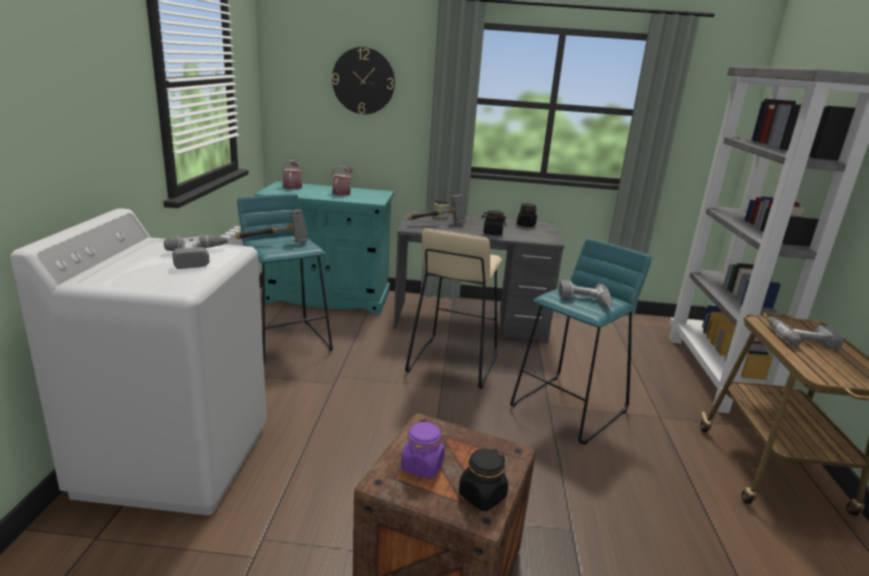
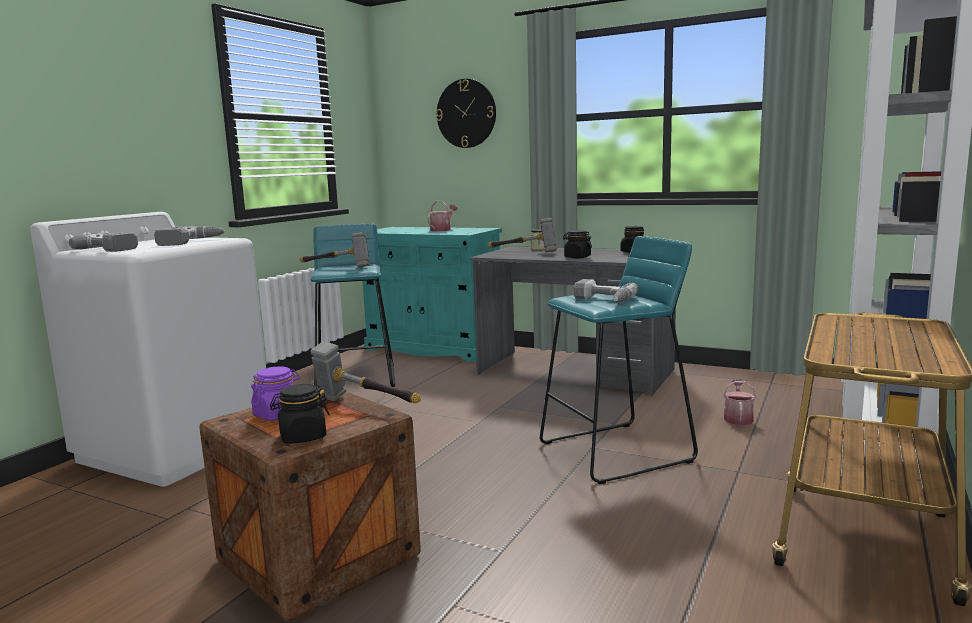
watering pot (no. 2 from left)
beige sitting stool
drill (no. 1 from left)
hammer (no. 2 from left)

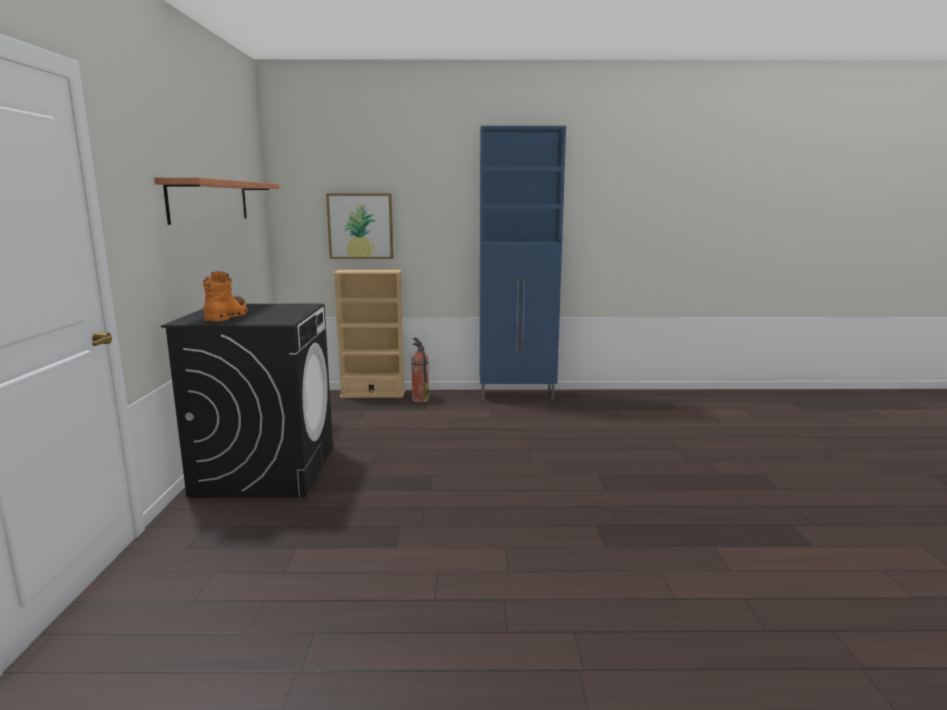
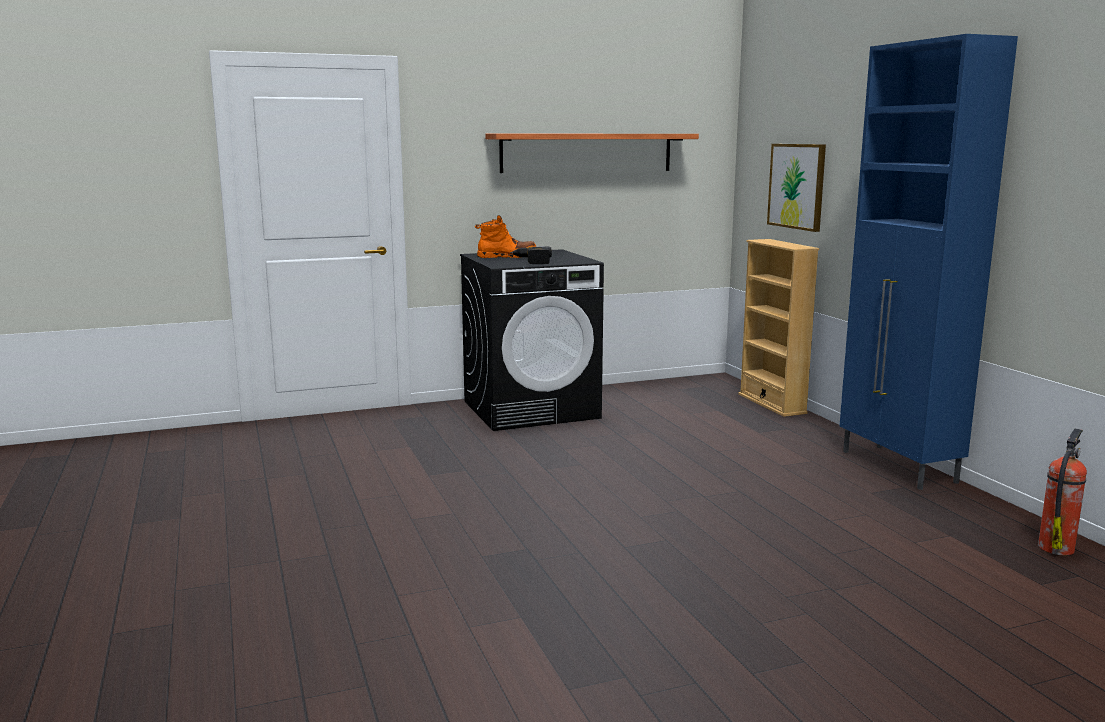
extinguisher
drill

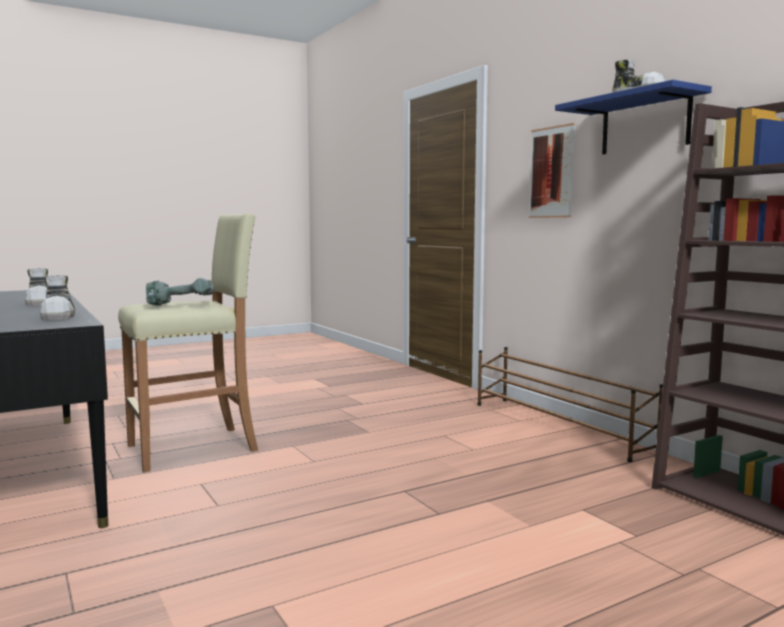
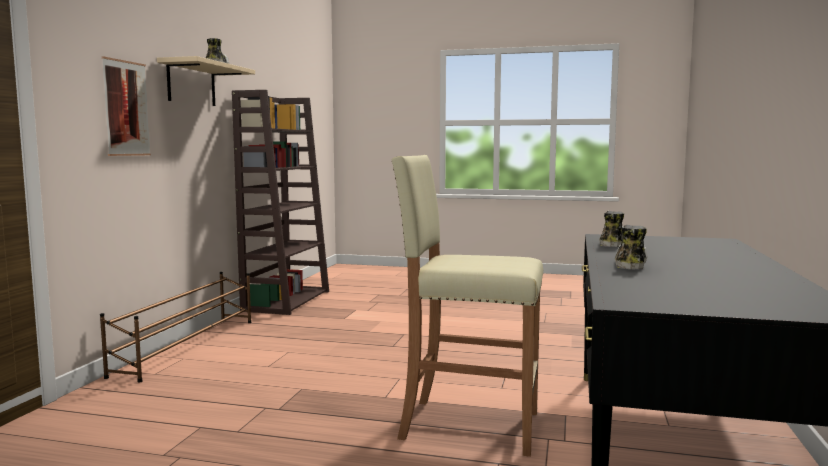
beige bracket shelf
drill

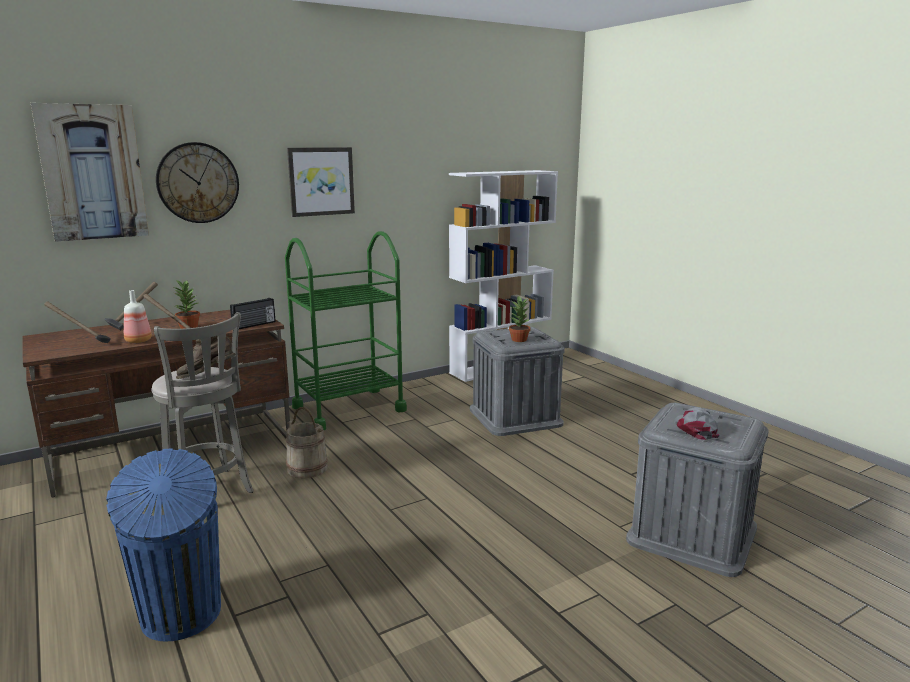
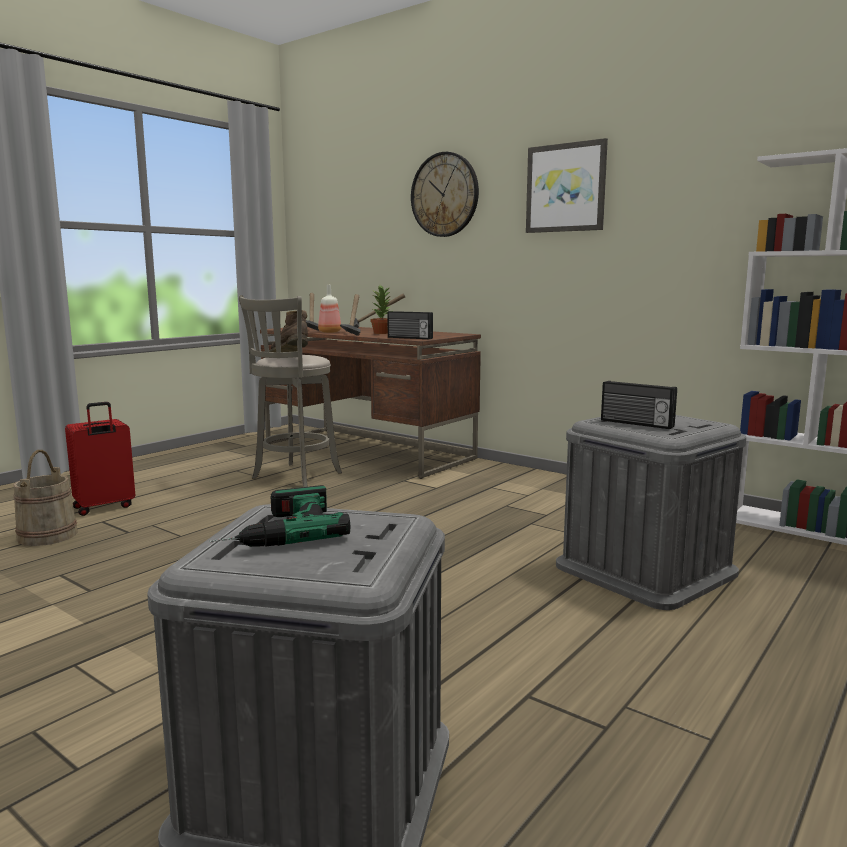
picture (no. 1 from left in the first image)
green-coloured trolley
radio set (no. 2 from left)
beige water bucket
drill
red piece of luggage

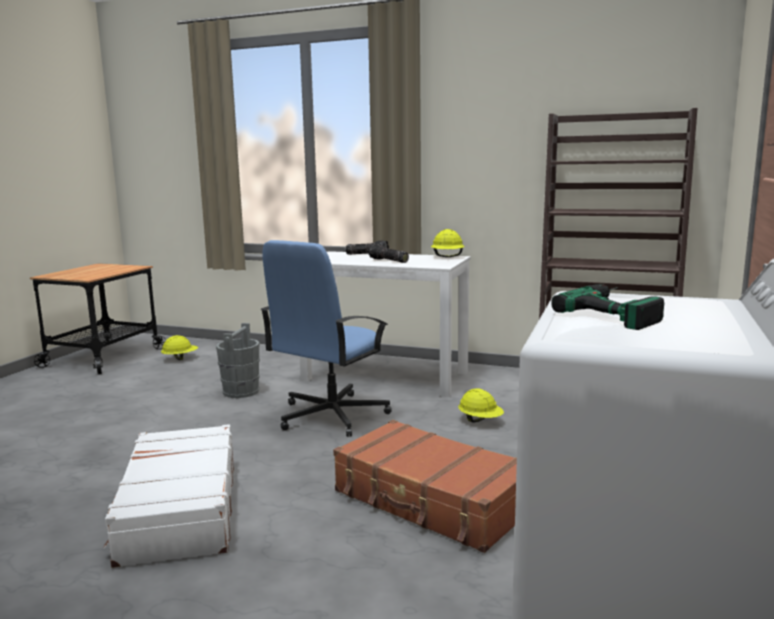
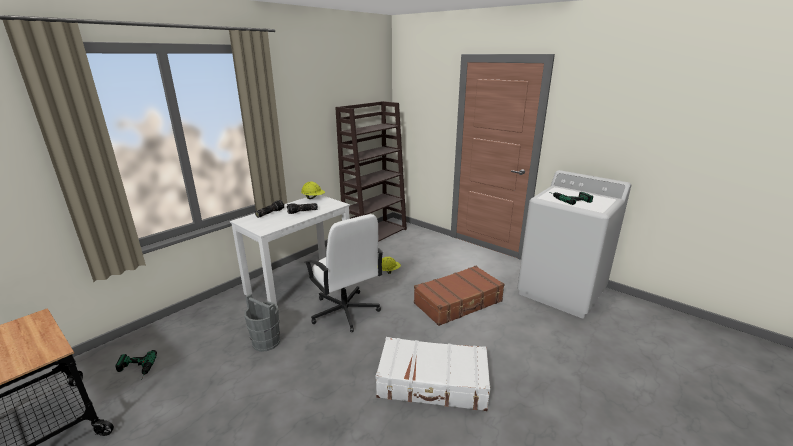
white office chair
drill (no. 1 from left)

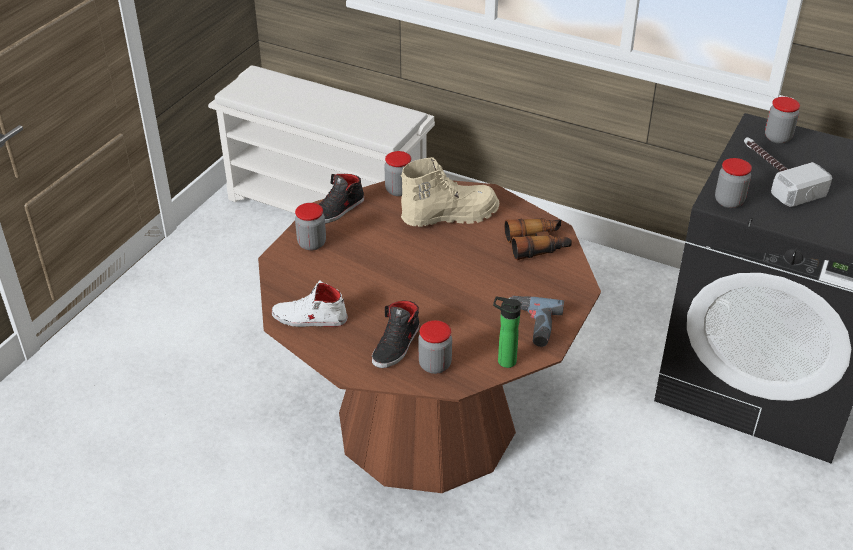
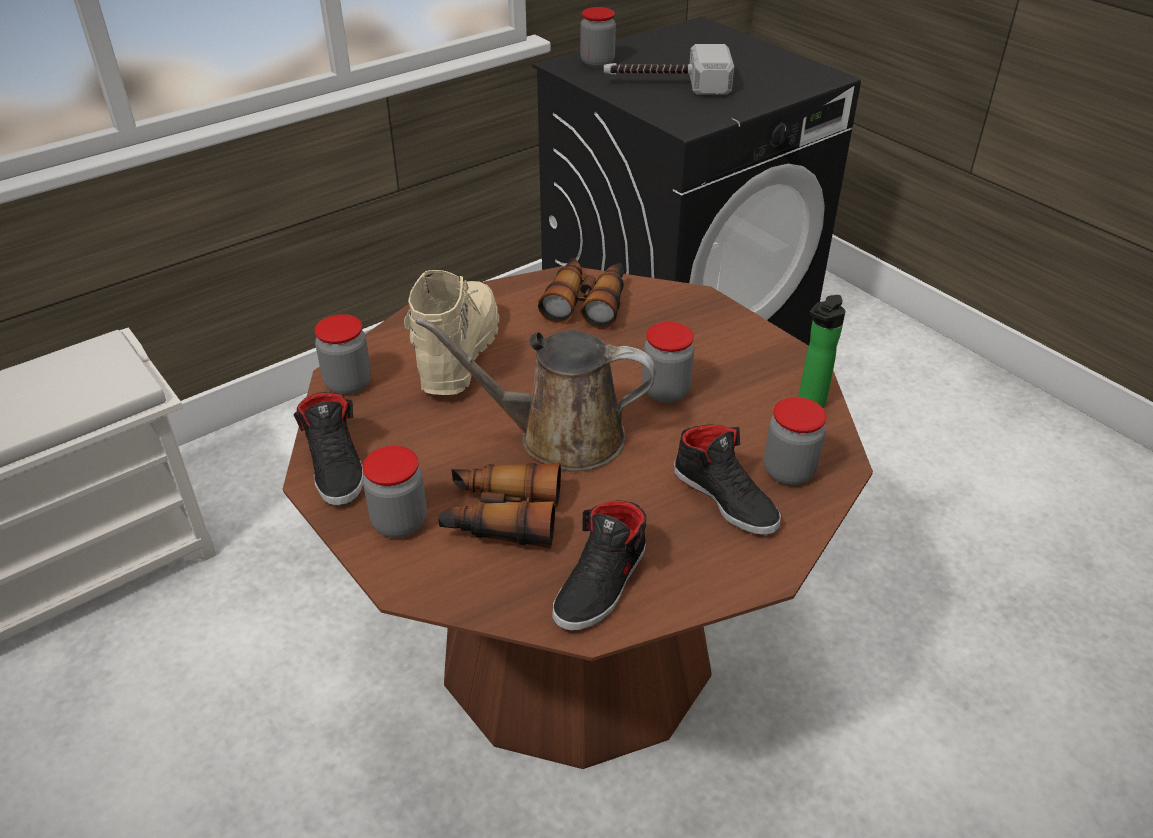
preserve jar (no. 4 from left)
black item of footwear (no. 2 from left)
drill
brown-coloured watering pot
binoculars (no. 1 from left)

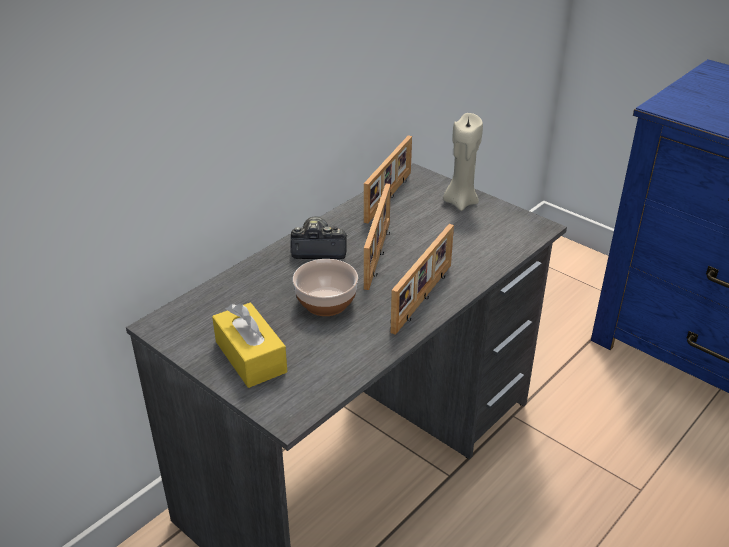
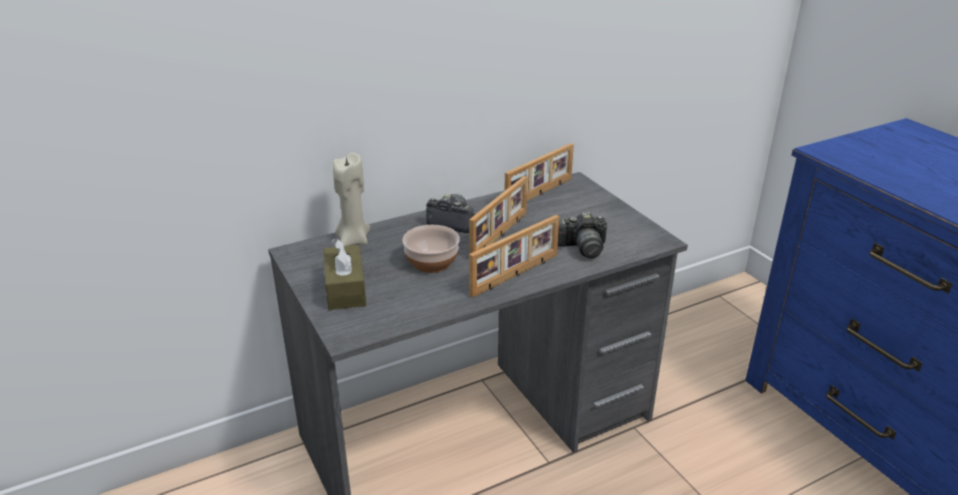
beige wax candle
brown-coloured box of tissues
still camera (no. 2 from left)

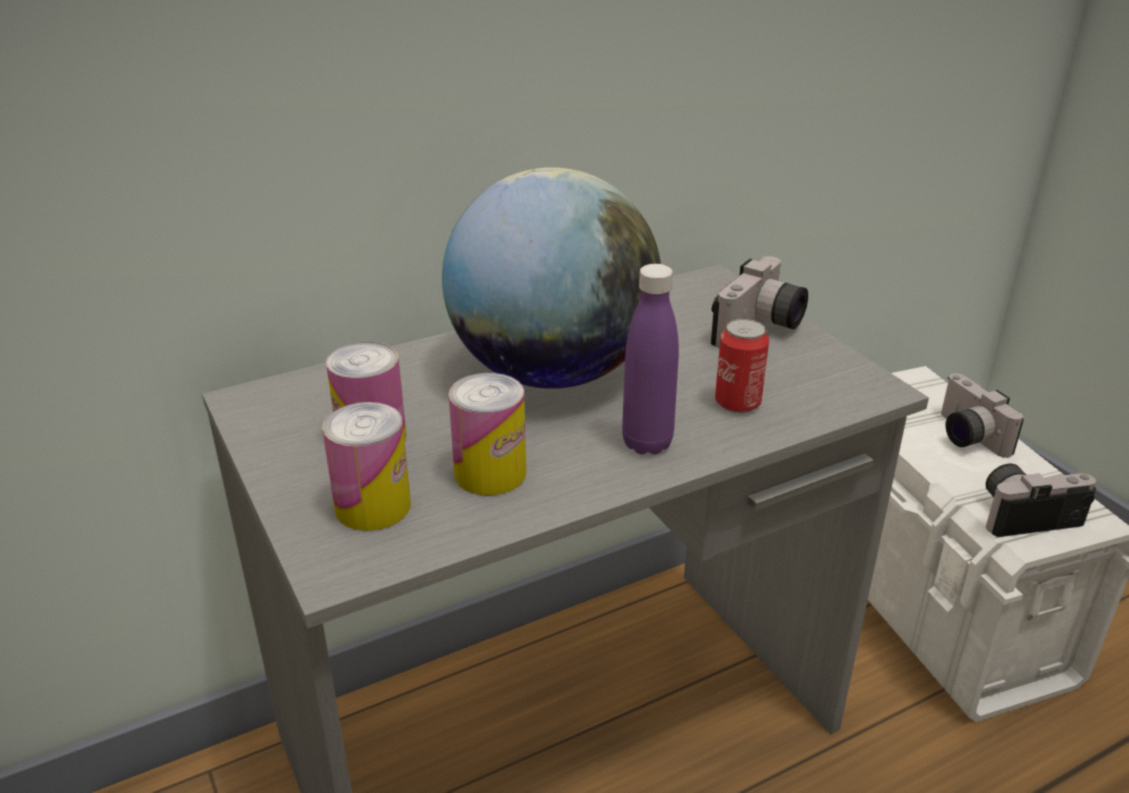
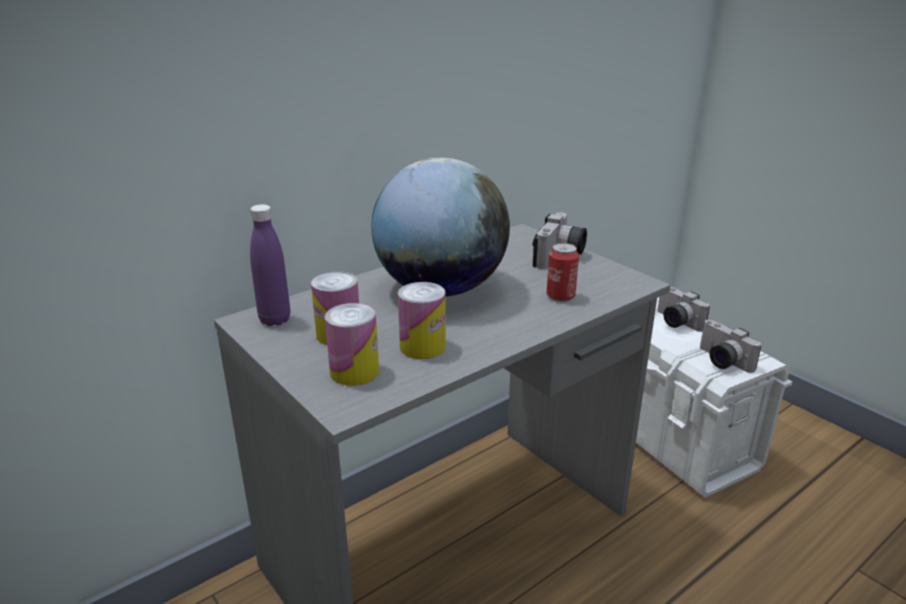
purple bottle
still camera (no. 3 from left)

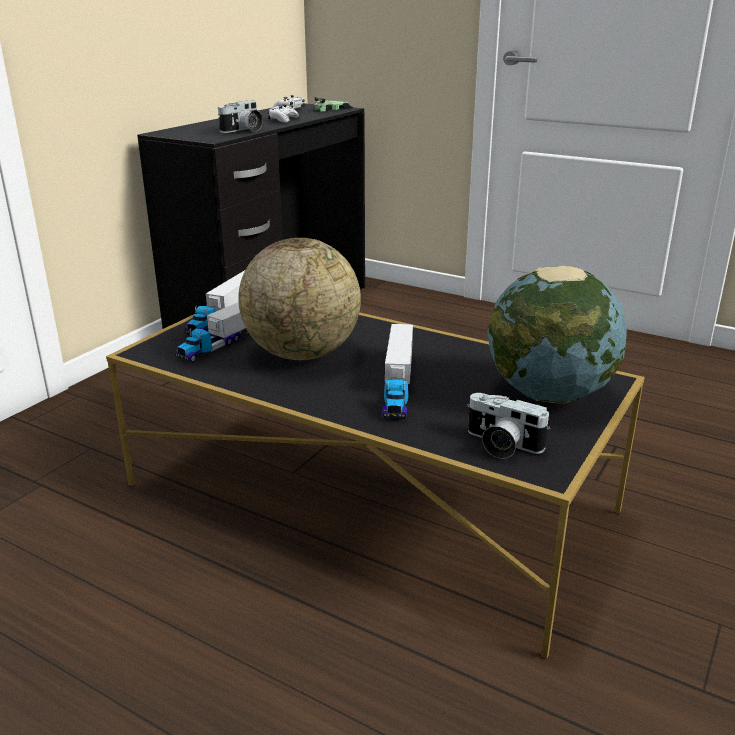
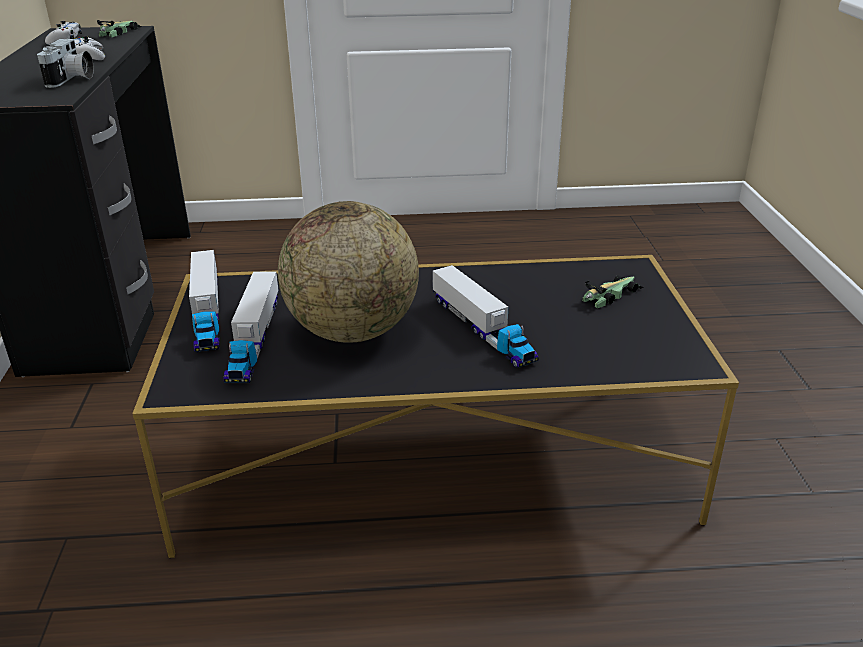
toy car (no. 2 from left)
still camera (no. 2 from left in the first image)

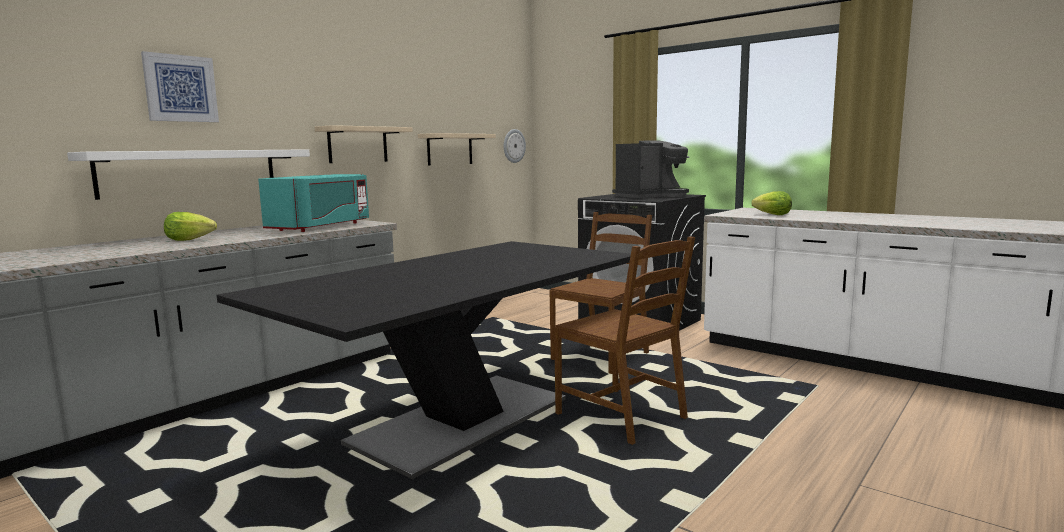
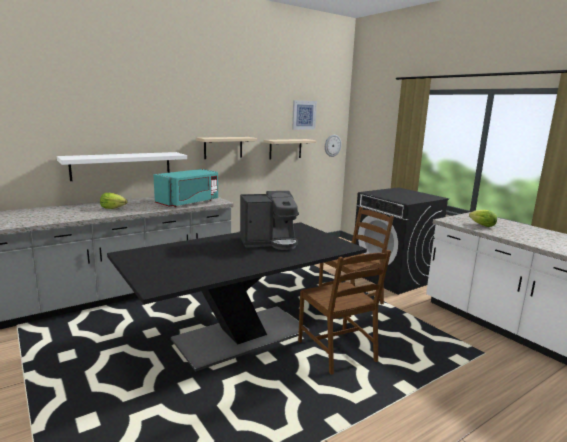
picture
coffee brewer

